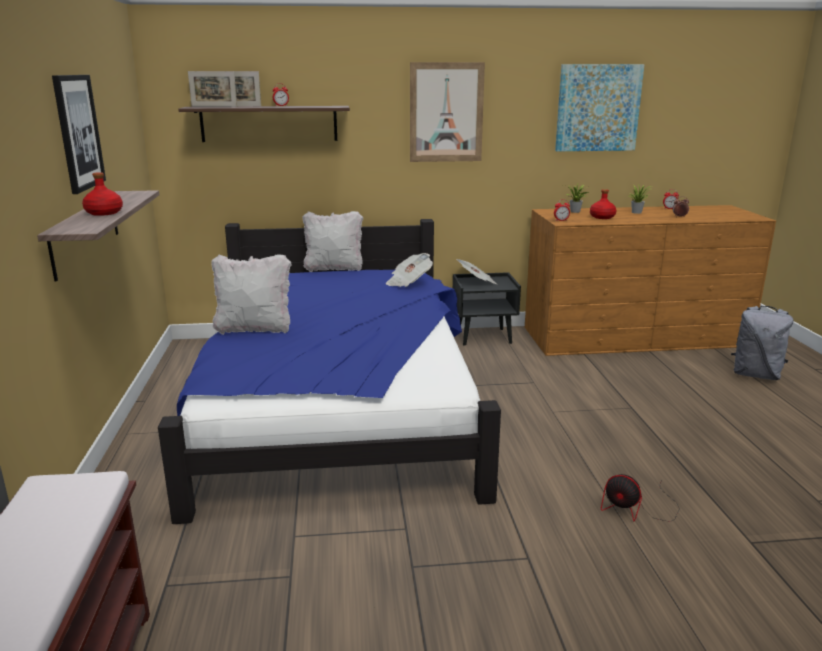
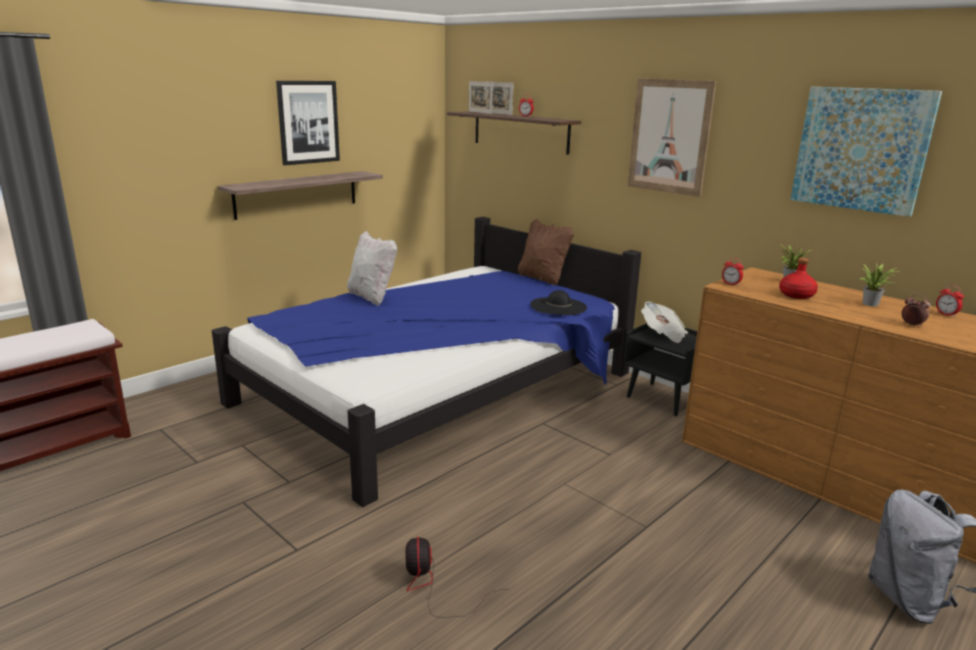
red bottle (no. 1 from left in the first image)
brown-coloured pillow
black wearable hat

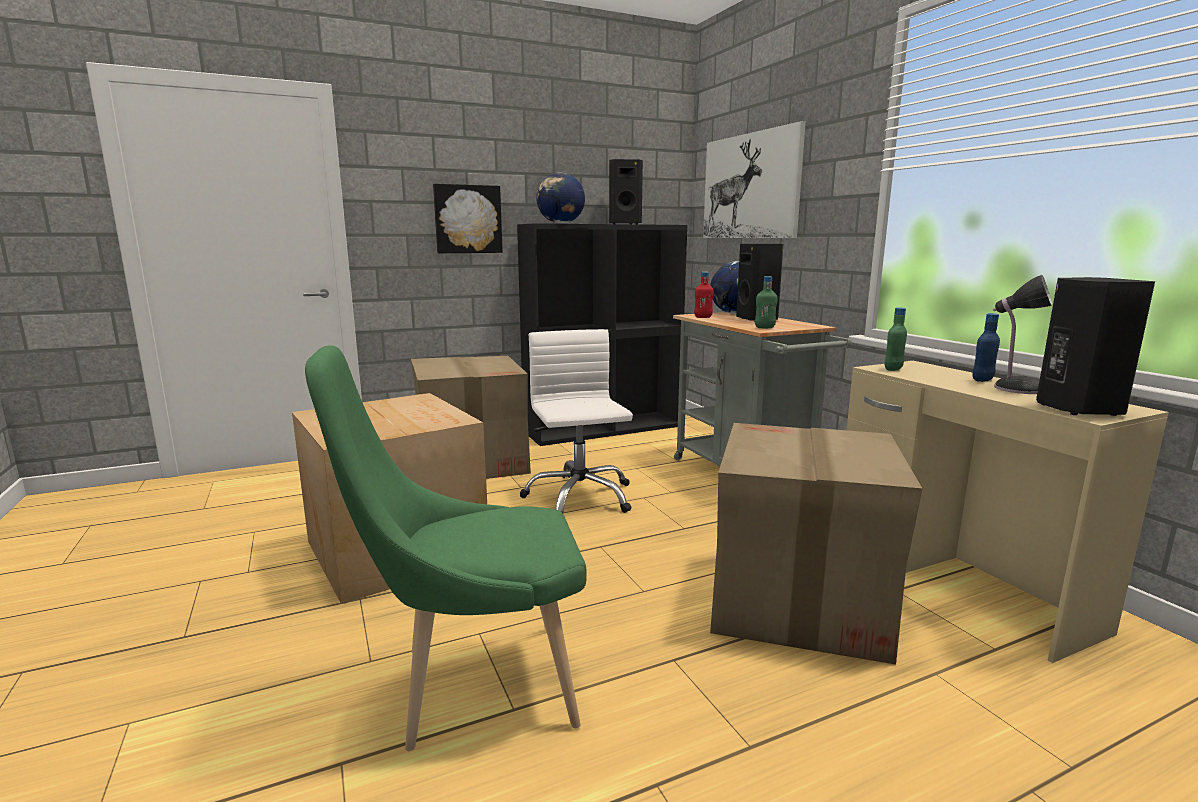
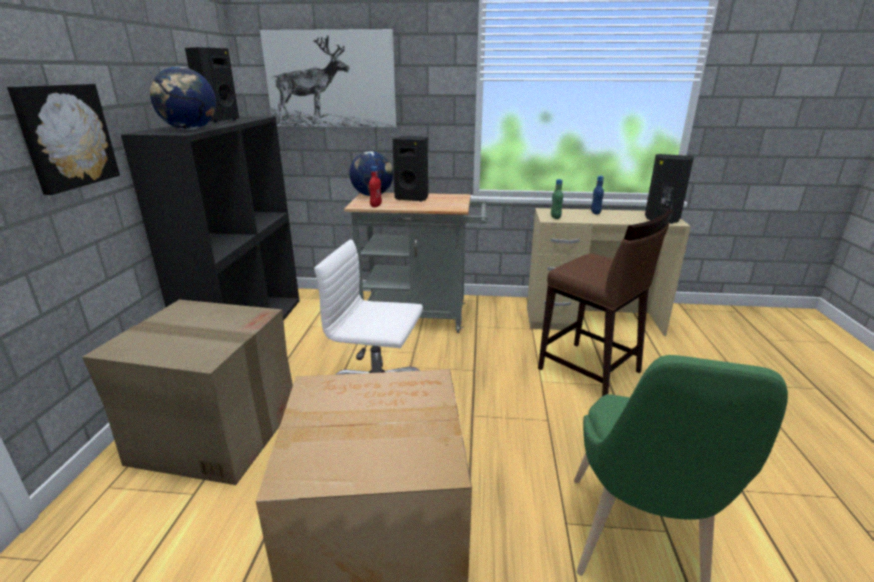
tabletop lamp
green-coloured bottle (no. 1 from left in the first image)
brown-coloured sitting stool

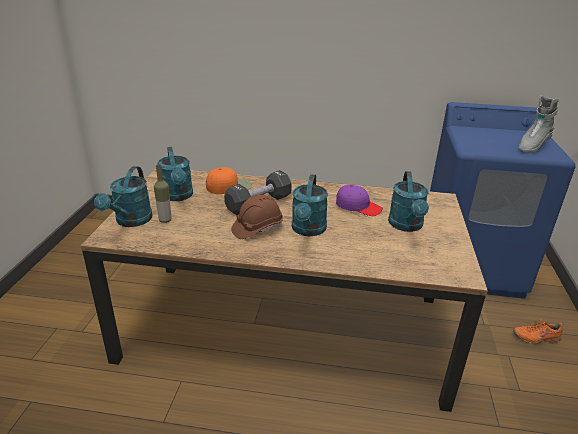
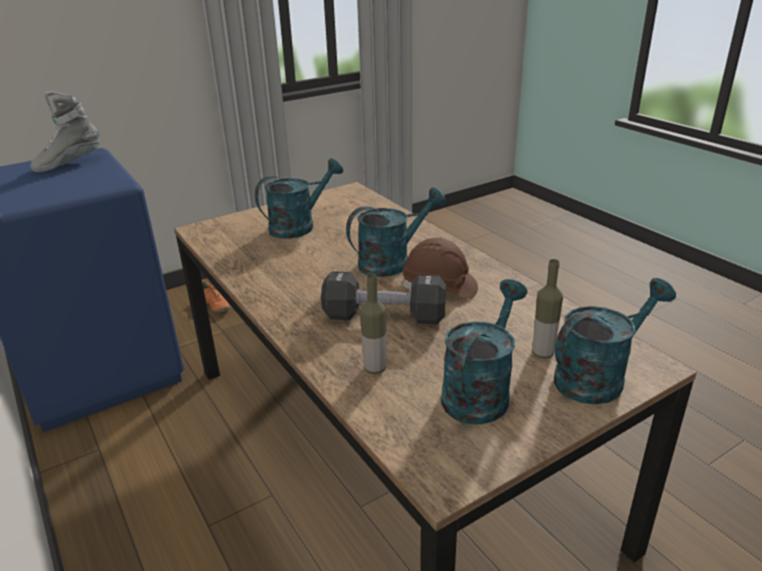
greyish high-top boot
bottle (no. 1 from left)
purple cap

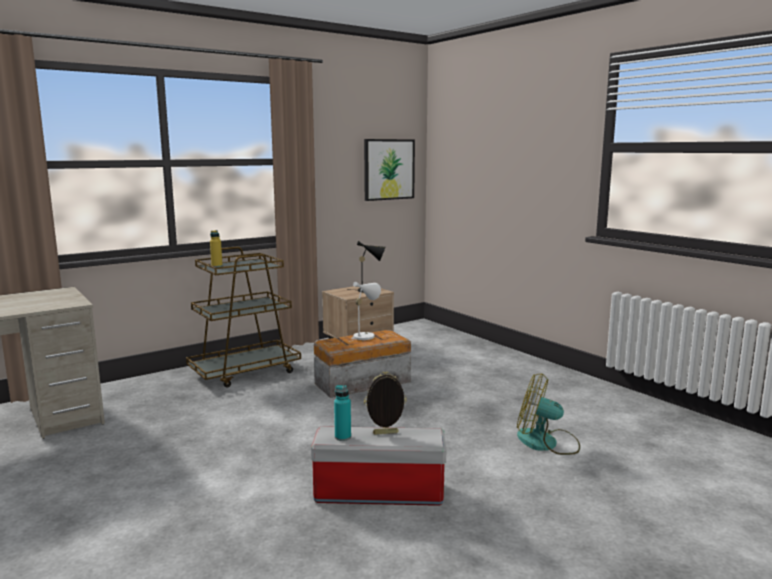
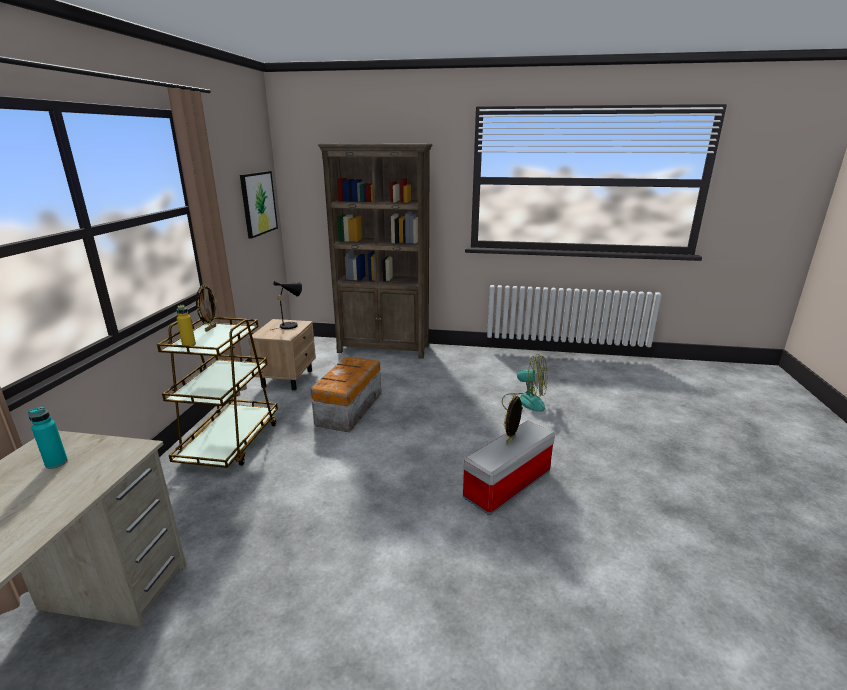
white tabletop lamp
electric fan
blue-green bottle
brown-coloured shelving unit
standing frame (no. 1 from left)

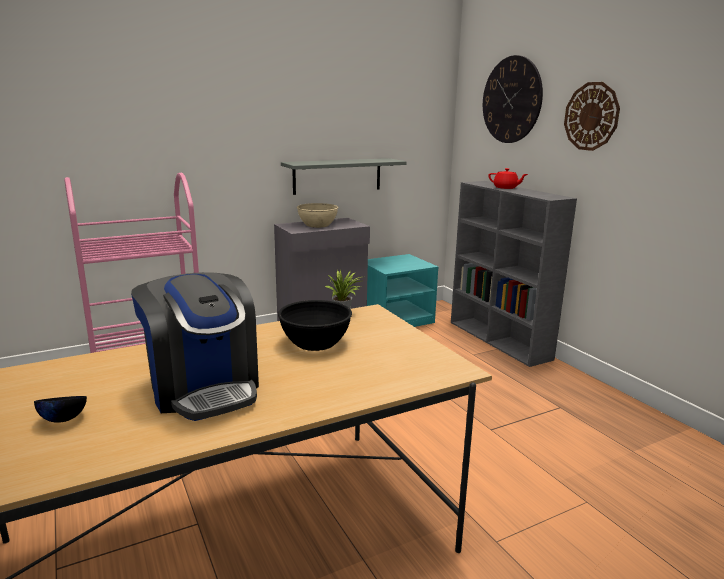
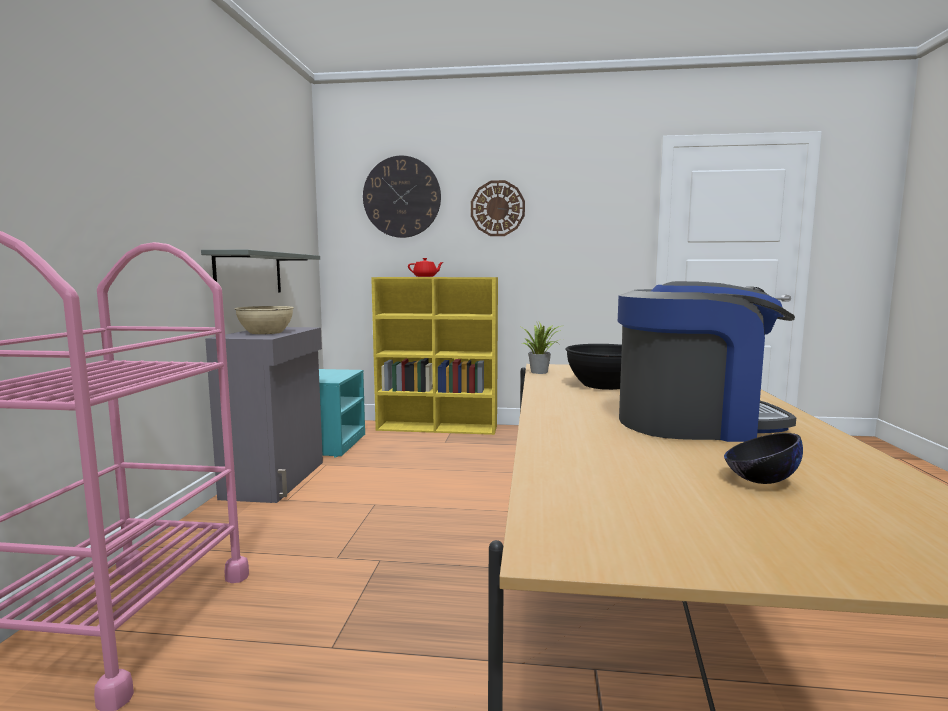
yellow-coloured shelving unit

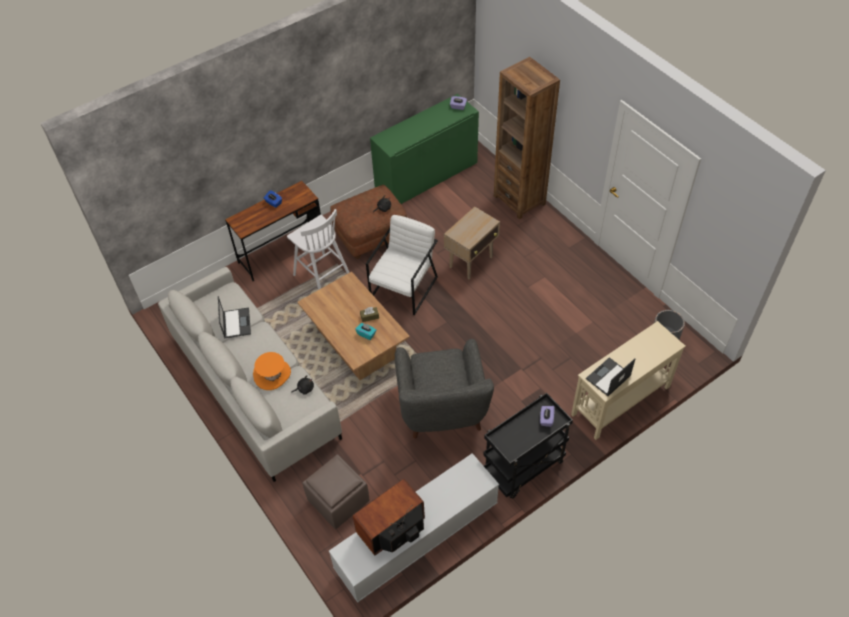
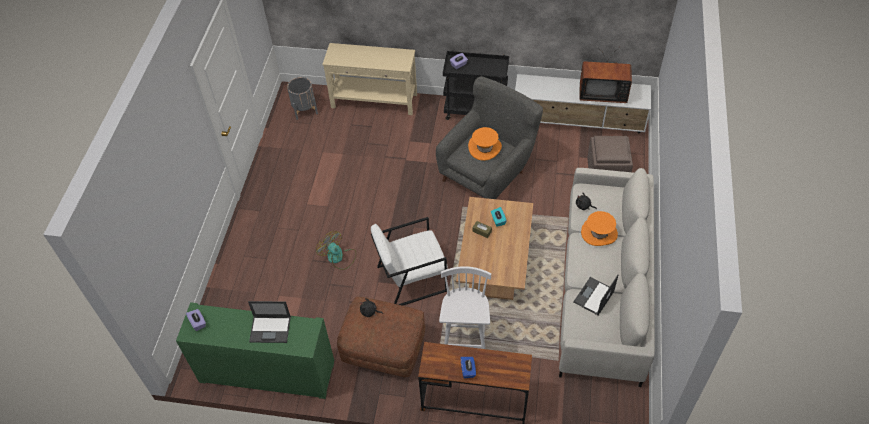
brown-coloured shelving unit
electric fan
laptop (no. 1 from left)
orange wearable hat (no. 1 from left)

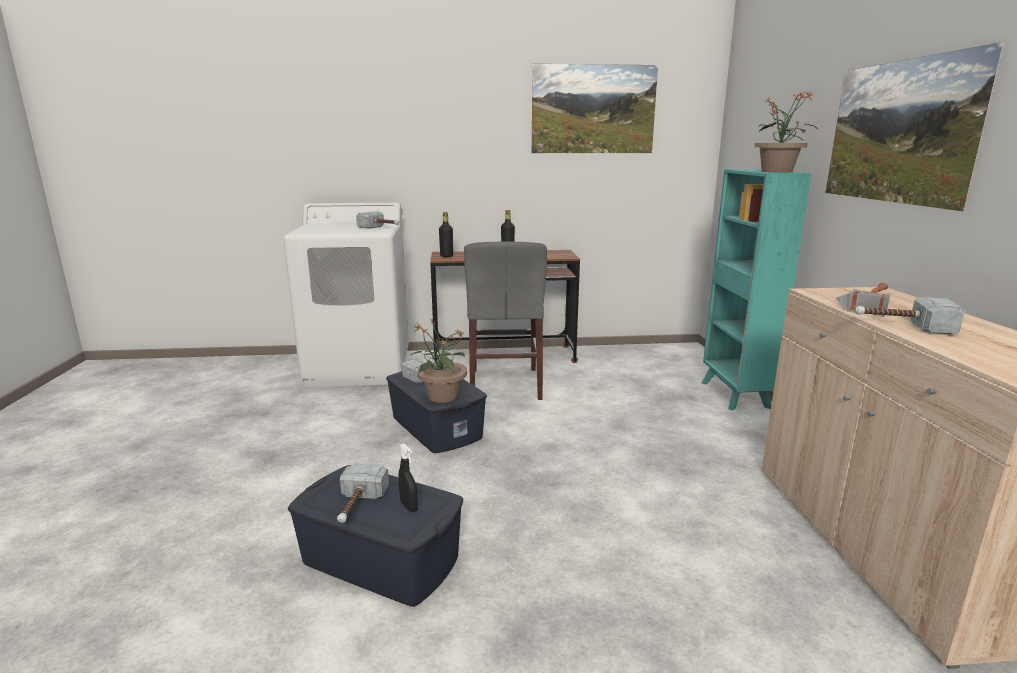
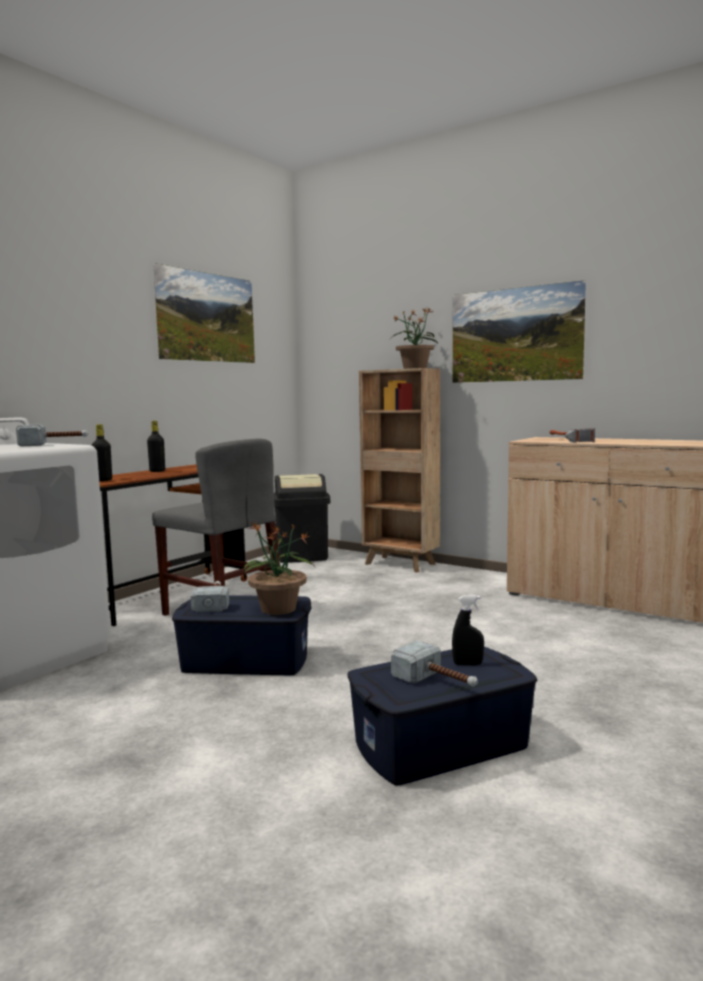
brown-coloured shelving unit
hammer (no. 5 from left in the first image)
black waste bin

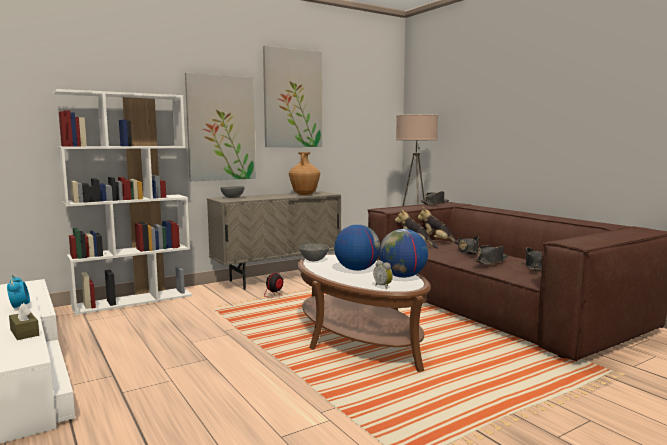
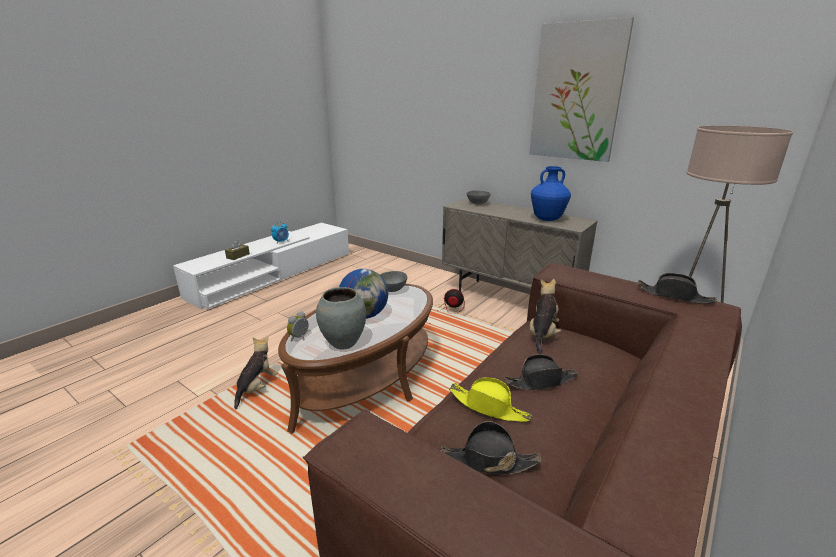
picture (no. 1 from left in the first image)
white shelving unit
blue-coloured flower vase
cuddly toy (no. 1 from left)
greyish flower vase
yellow-coloured wearable hat

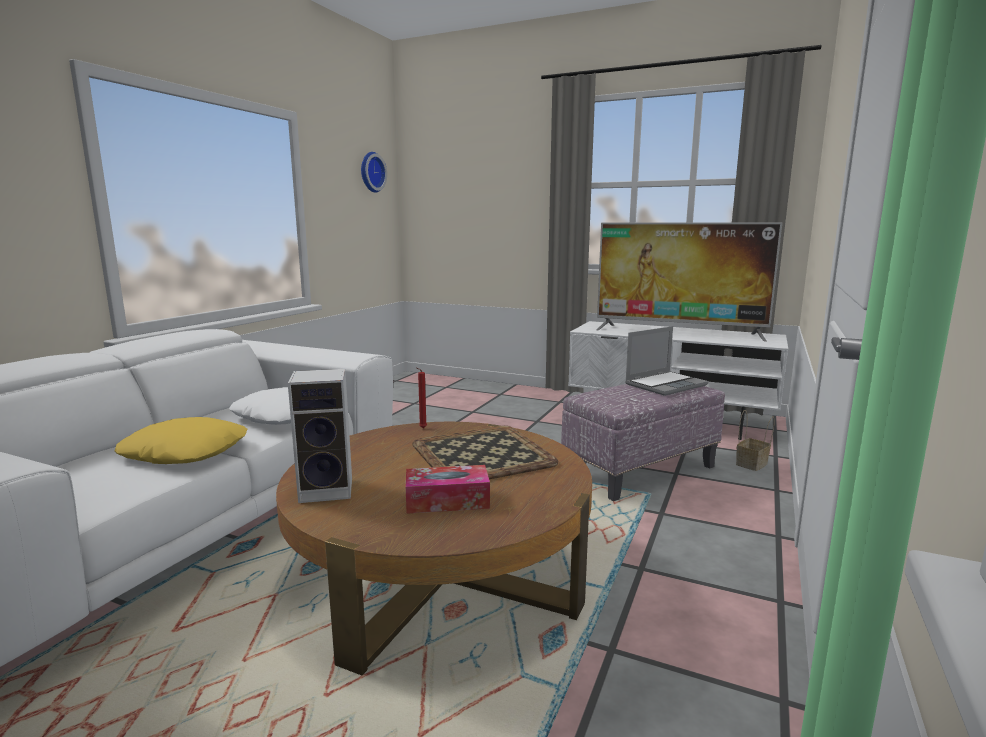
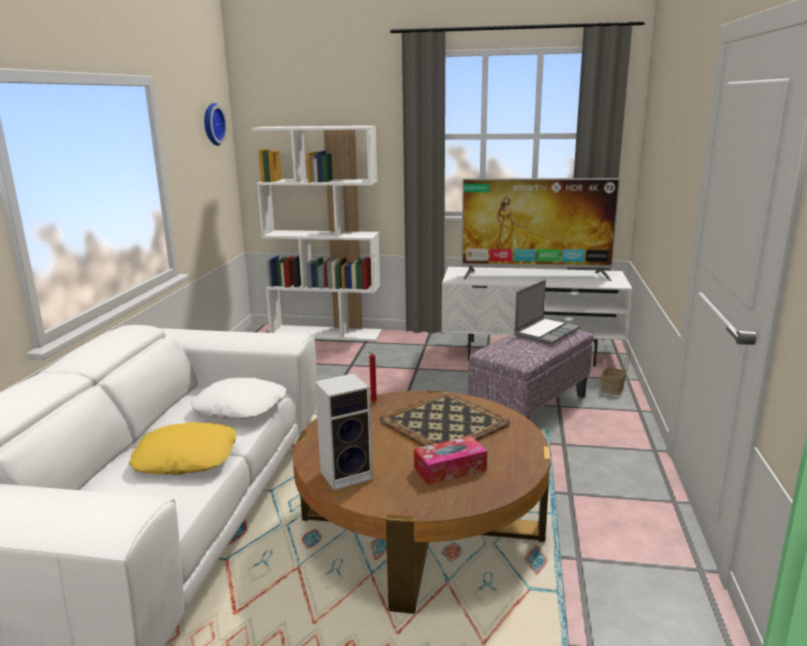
white shelving unit

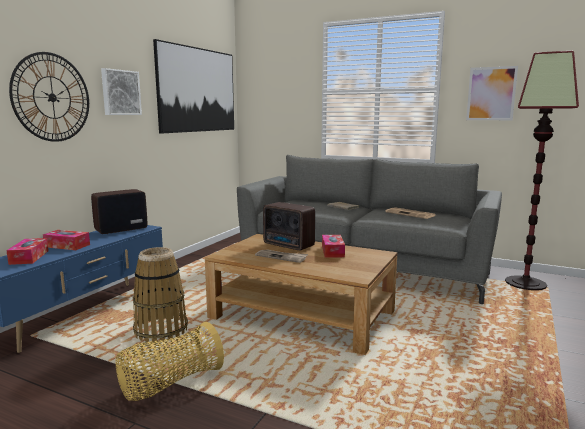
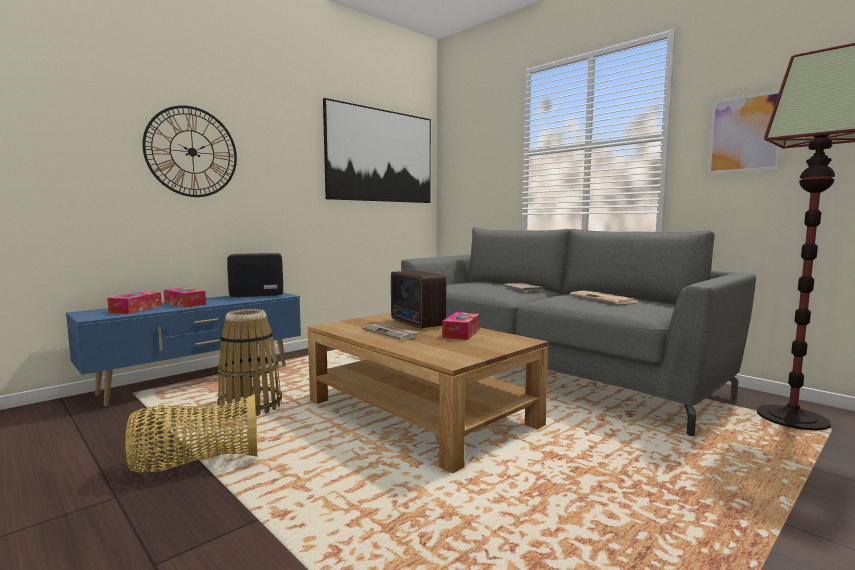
picture (no. 1 from left in the first image)

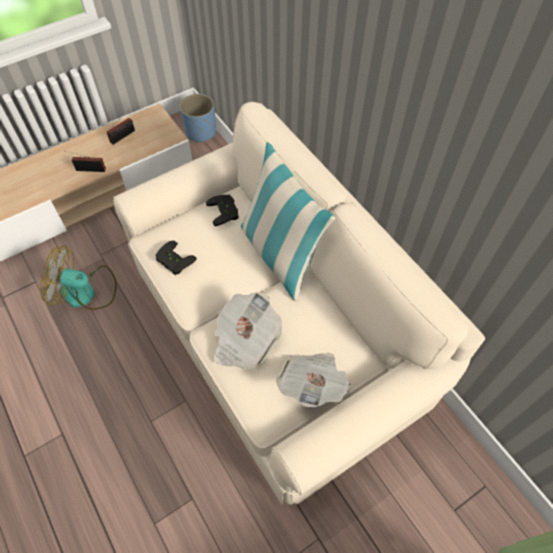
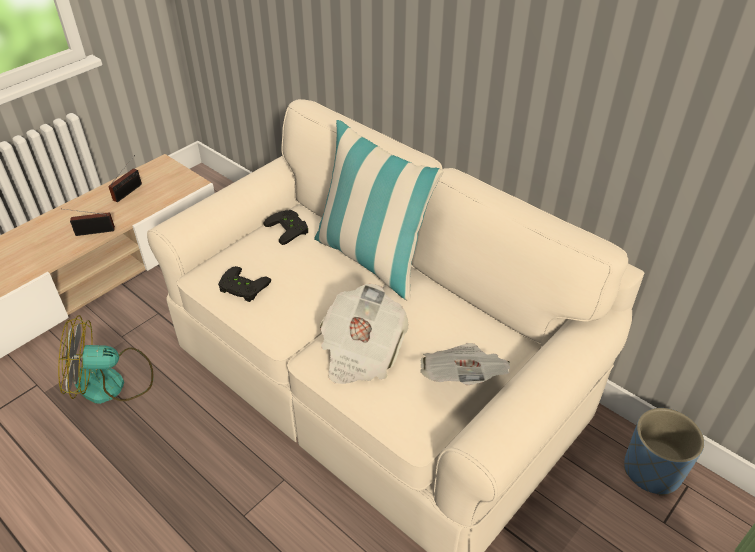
blue-coloured planter

